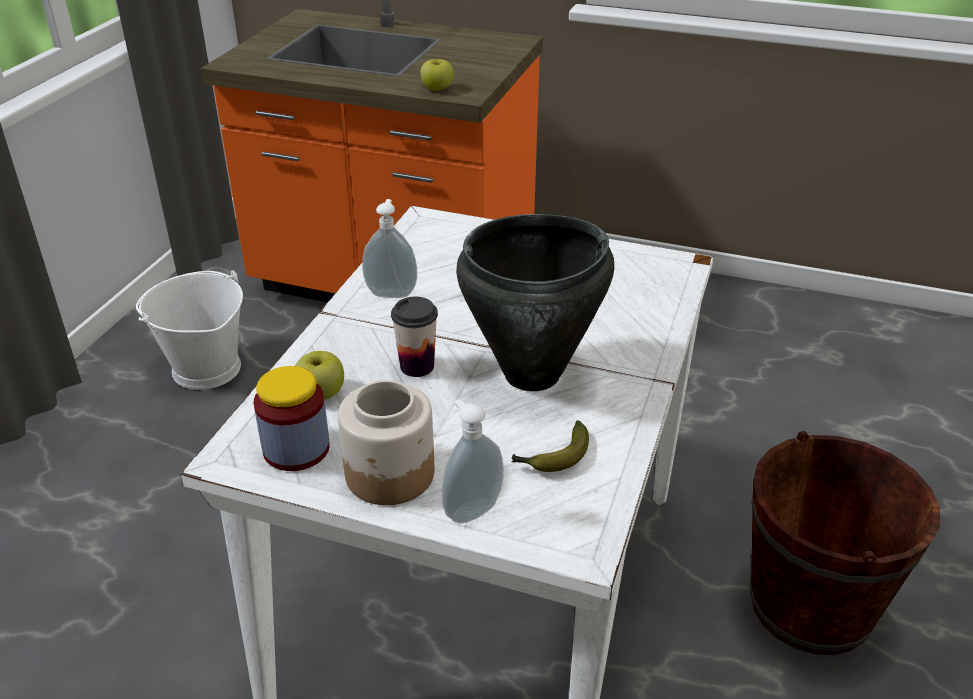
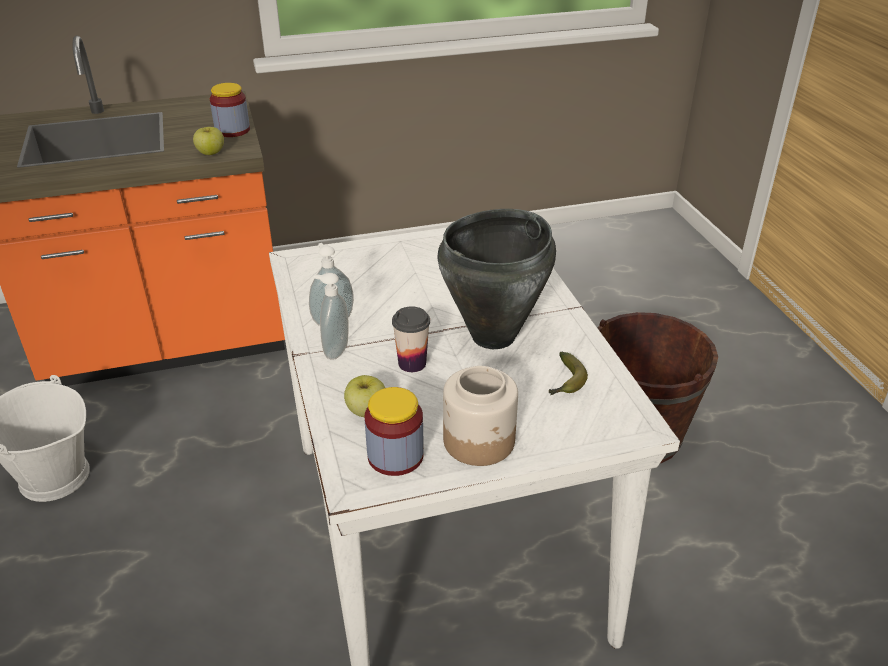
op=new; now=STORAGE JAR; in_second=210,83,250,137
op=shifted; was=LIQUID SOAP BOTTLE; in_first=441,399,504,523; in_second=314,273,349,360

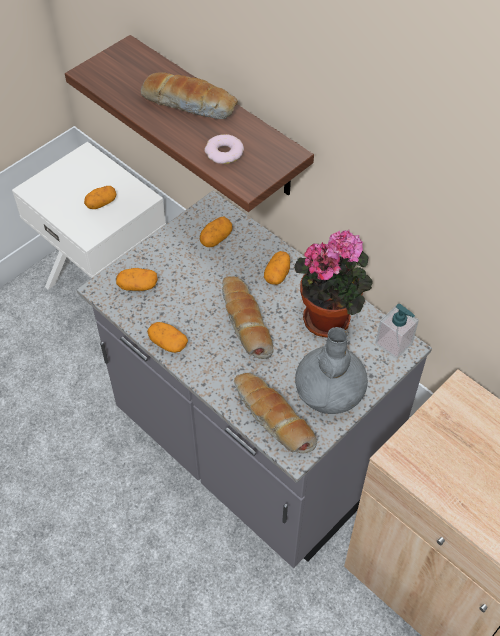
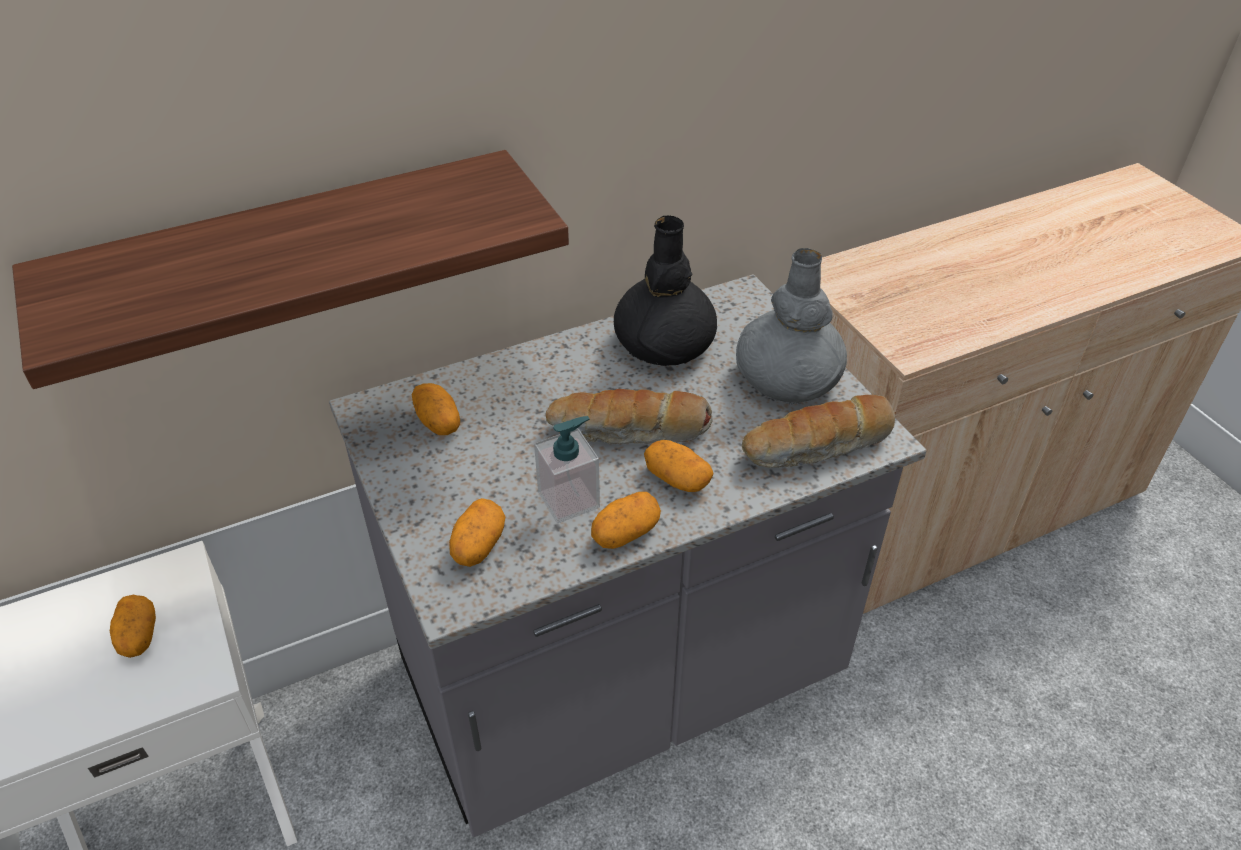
op=shifted; was=LIQUID SOAP BOTTLE; in_first=375,304,419,359; in_second=534,416,600,524
op=swapped; was=HOUSEPLANT; now=BLACK-COLOURED FLOWER VASE; in_first=294,230,373,338; in_second=614,215,717,366
op=shifted; was=WHOLE POTATO; in_first=264,251,290,285; in_second=644,440,713,492
op=gone; was=BAKERY BREAD; in_first=141,72,238,119
op=gone; was=RING DOUGHNUT; in_first=204,134,244,164

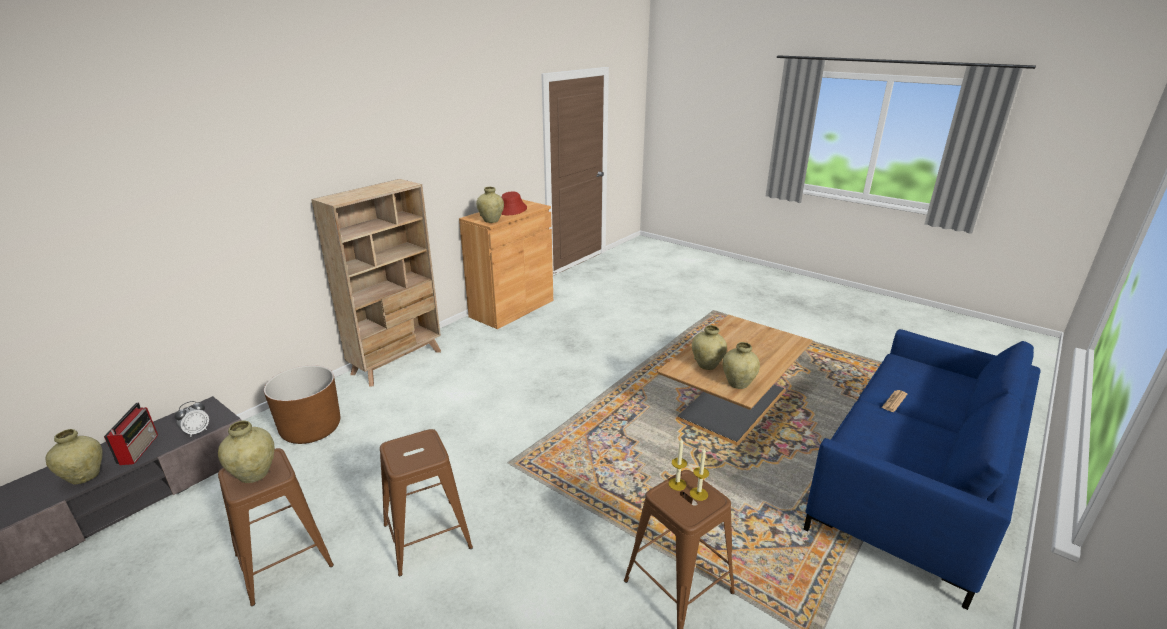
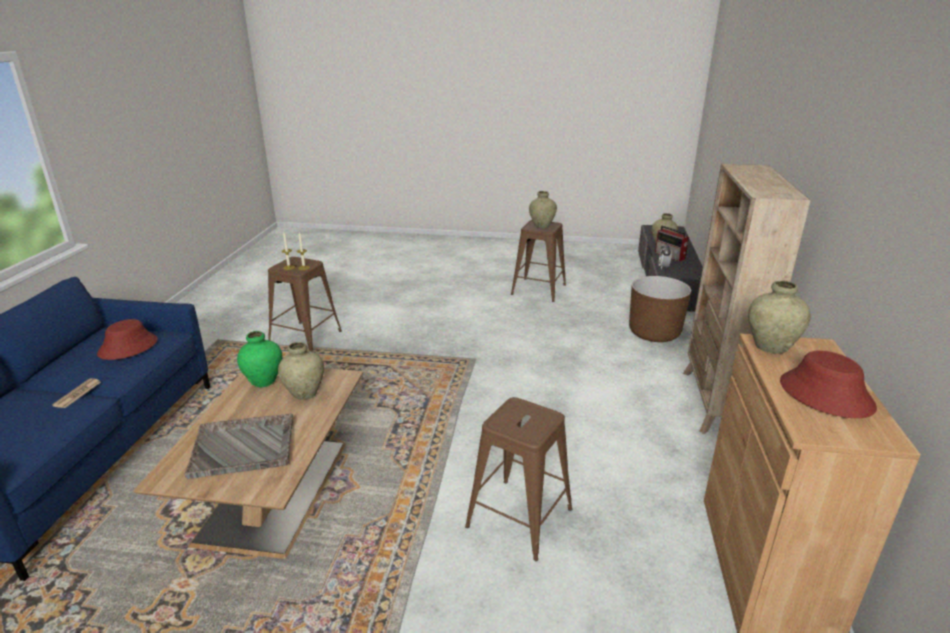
op=new; now=RED HAT; in_second=97,319,158,360
op=new; now=GREYISH SERVING TRAY; in_second=185,413,293,479
op=repainted; was=BEIGE FLOWER VASE; now=GREENISH FLOWER VASE; in_first=722,342,760,389; in_second=237,331,282,387
op=shifted; was=BROWNISH SITTING STOOL; in_first=380,429,473,577; in_second=465,397,572,561

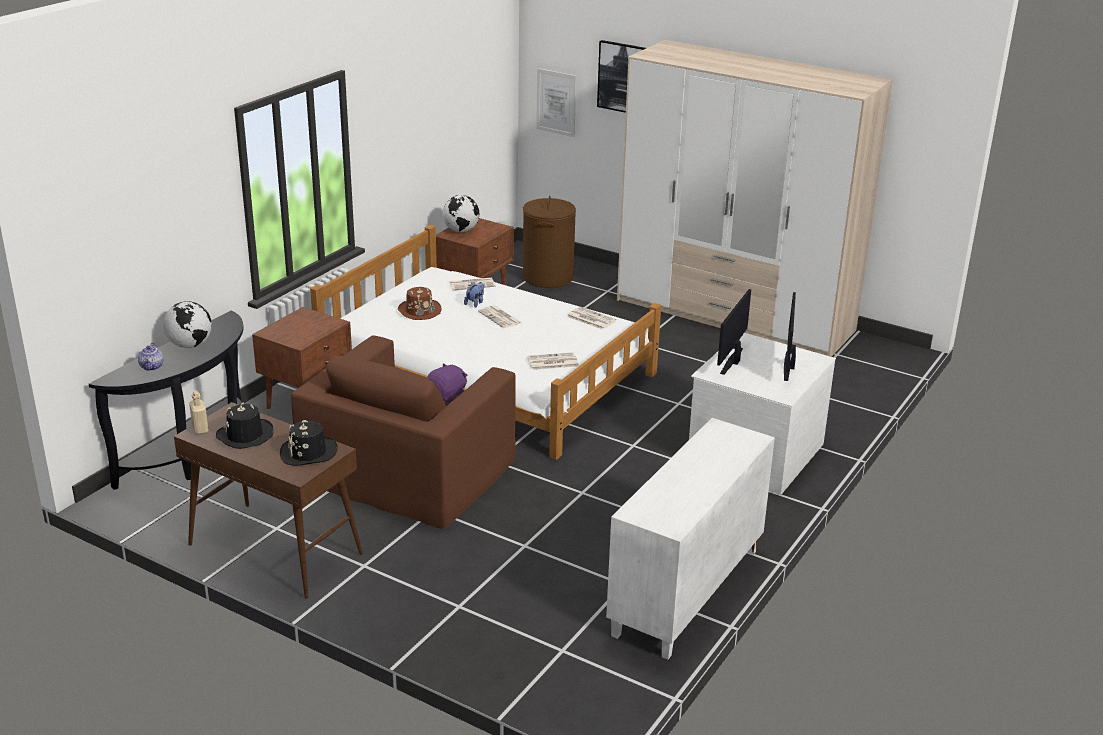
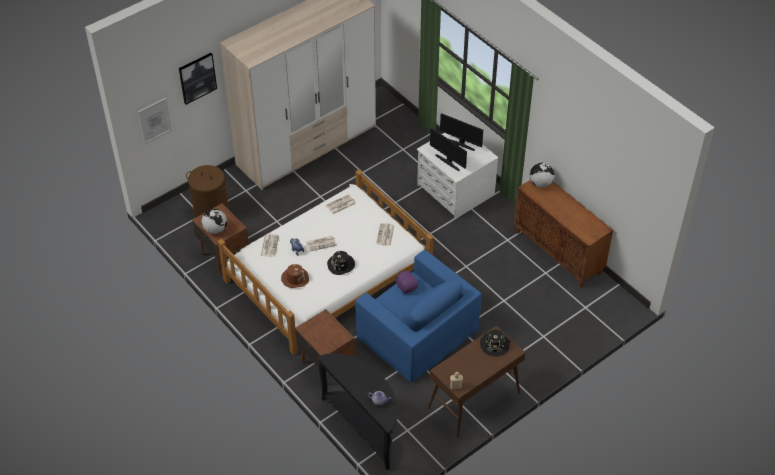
op=shifted; was=BLACK-COLOURED HAT; in_first=216,402,274,449; in_second=327,251,355,275
op=repainted; was=BROWNISH EASY CHAIR; now=BLUE EASY CHAIR; in_first=291,335,516,529; in_second=356,250,482,382
op=repainted; was=WHITE CABINET; now=BROWNISH CABINET; in_first=606,418,775,660; in_second=514,180,613,288
op=shifted; was=DESK GLOBE; in_first=163,301,212,348; in_second=530,163,555,188

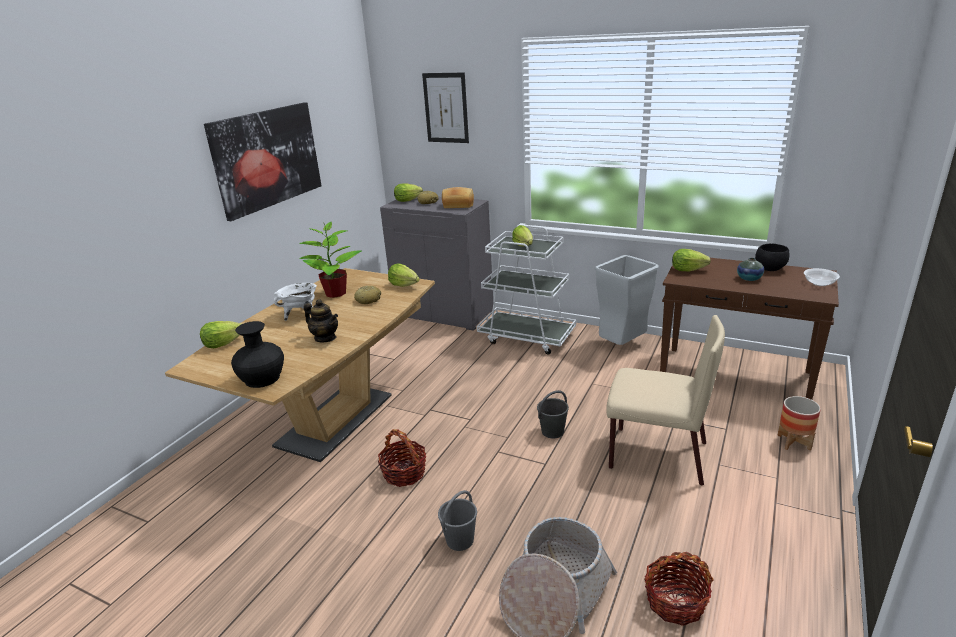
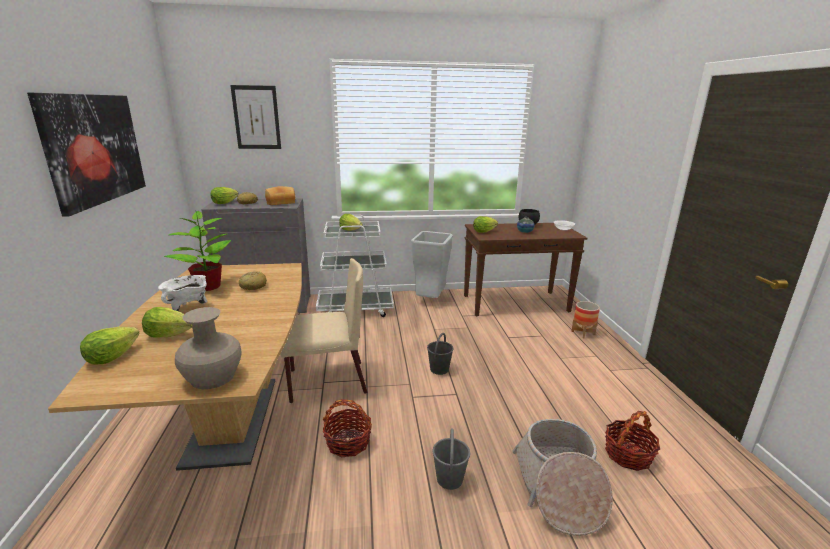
op=shifted; was=LETTUCE HEAD; in_first=388,263,420,287; in_second=142,307,192,338
op=repainted; was=BLACK-COLOURED FLOWER VASE; now=BEIGE FLOWER VASE; in_first=231,321,284,388; in_second=175,307,242,389
op=shifted; was=BEIGE CHAIR; in_first=606,315,725,486; in_second=280,258,368,403
op=gone; was=POT FOR TEA; in_first=304,299,338,343

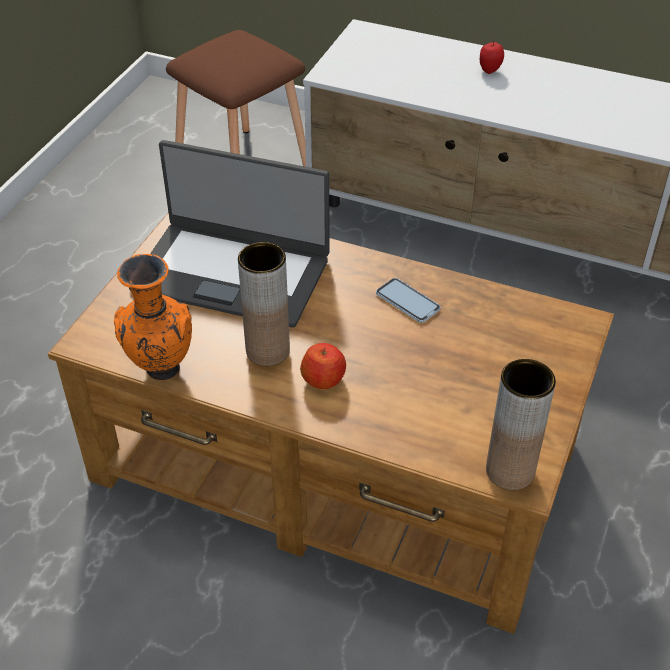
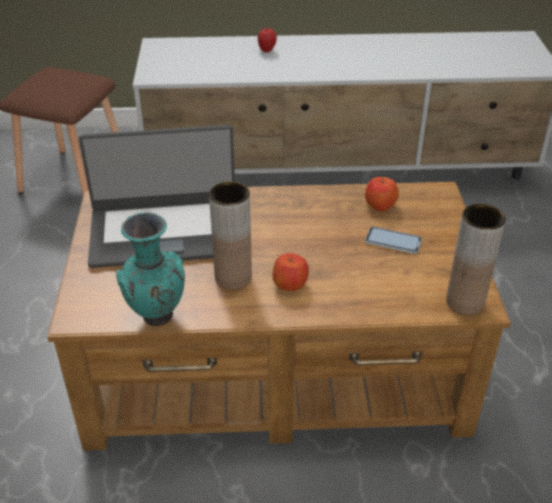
op=repainted; was=ORANGE-COLOURED FLOWER VASE; now=BLUE-GREEN FLOWER VASE; in_first=114,254,192,380; in_second=115,212,185,326
op=new; now=APPLE; in_second=365,177,399,211
op=shifted; was=TELEPHONE; in_first=376,278,440,323; in_second=365,227,422,254

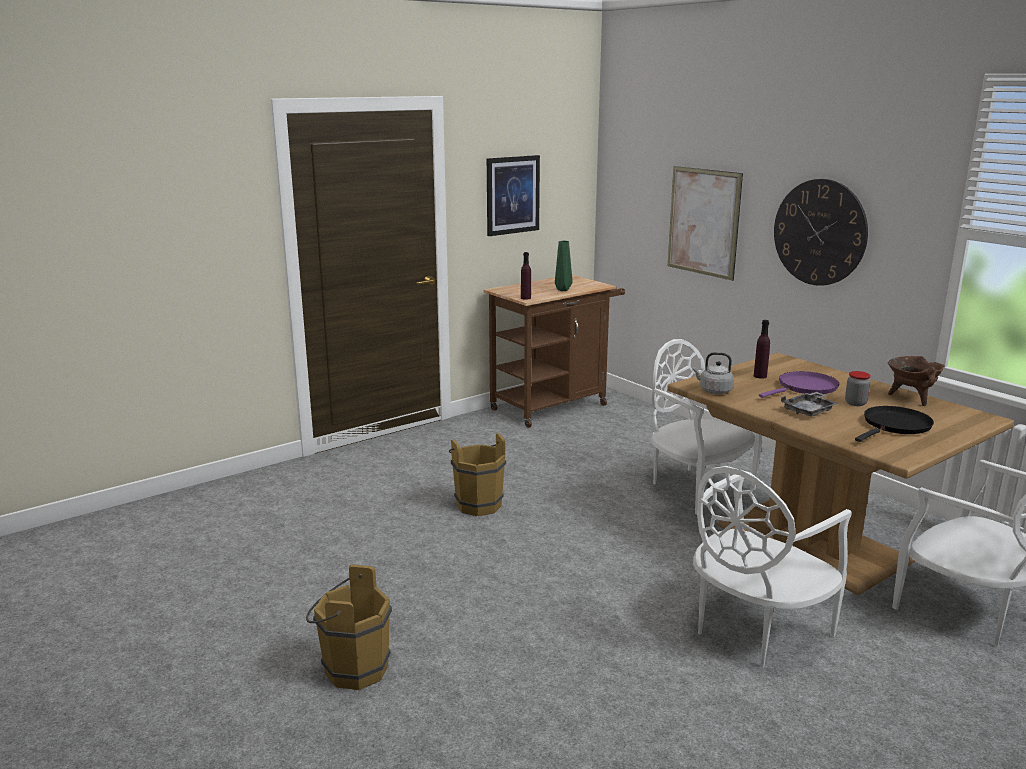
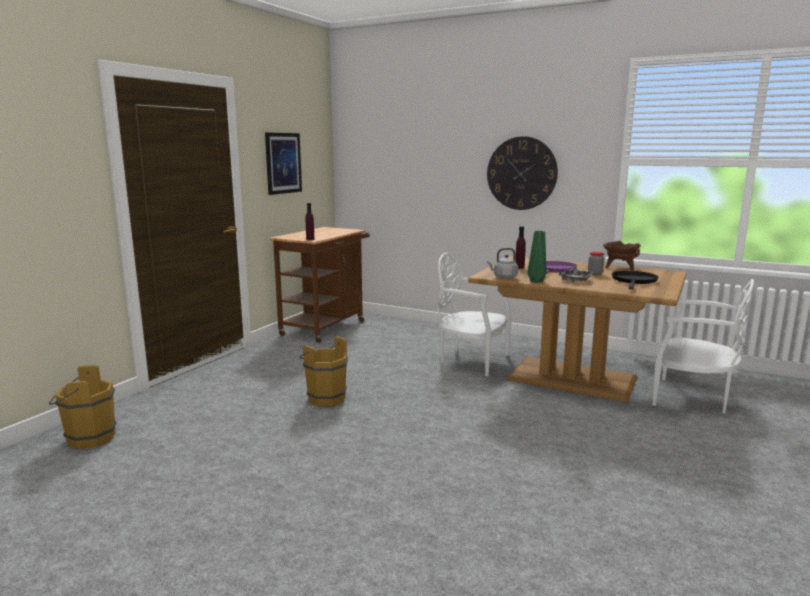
op=shifted; was=BROWNISH PAIL; in_first=306,564,392,690; in_second=49,365,116,449
op=shifted; was=GREENISH FLOWER VASE; in_first=555,241,573,291; in_second=527,231,546,283
op=gone; was=WALL ART; in_first=668,166,743,281
op=gone; was=WHITE CHAIR; in_first=693,466,852,667

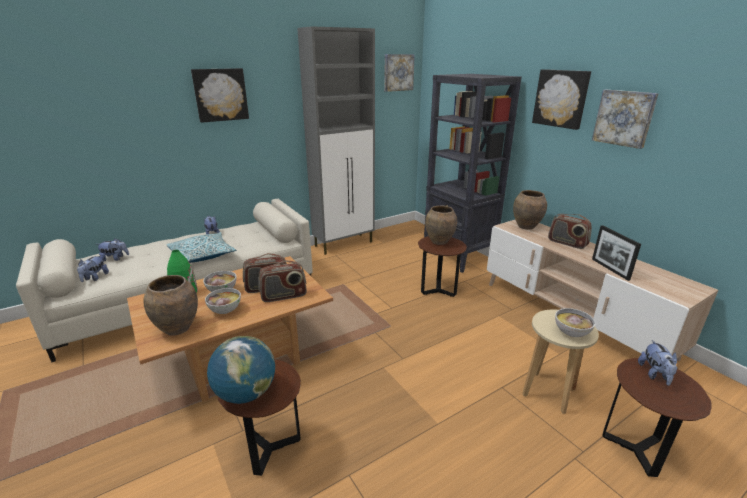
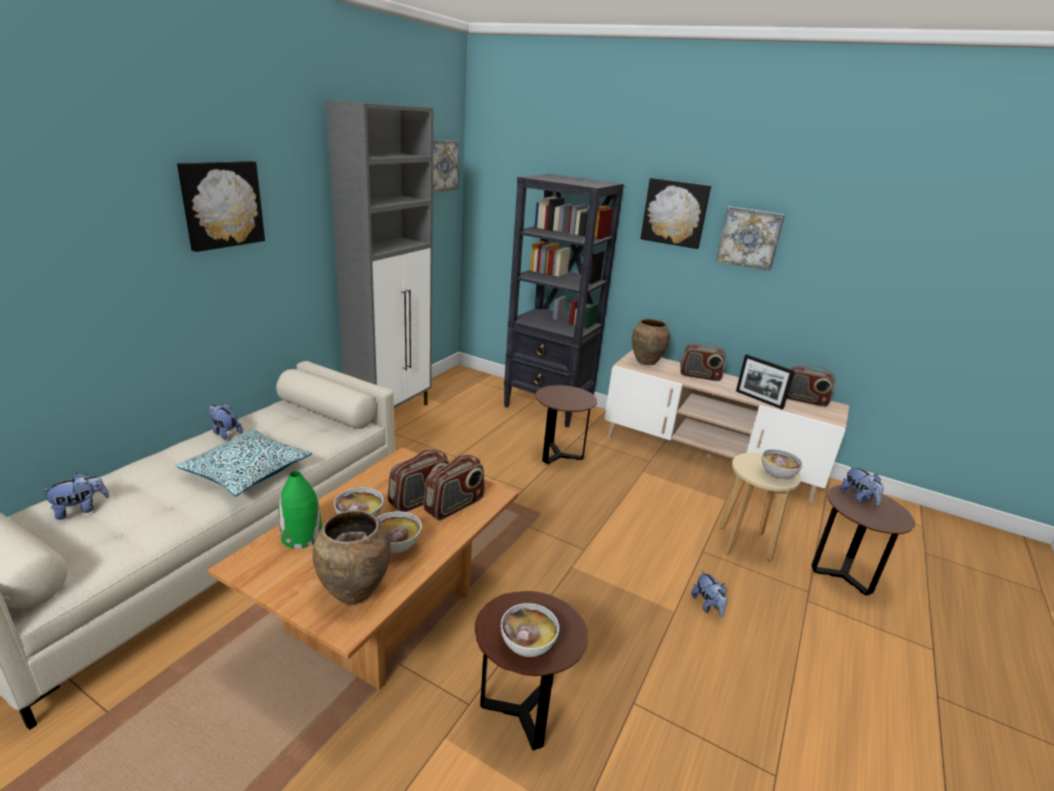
op=swapped; was=DESK GLOBE; now=BOWL; in_first=207,336,275,404; in_second=501,603,559,657
op=shifted; was=SOFT TOY; in_first=77,255,109,282; in_second=691,570,728,618
op=new; now=RADIO; in_second=787,366,835,407
op=gone; was=BROWNISH FLOWER VASE; in_first=425,206,457,245

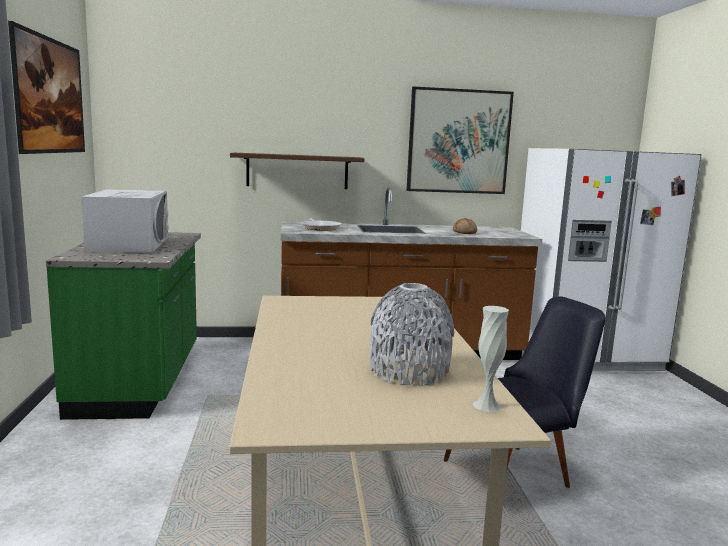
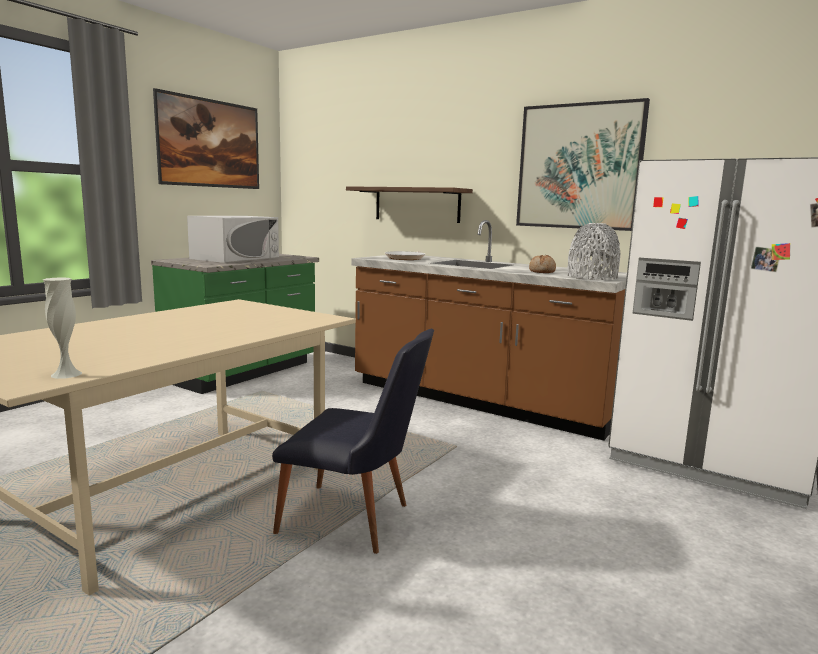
op=shifted; was=GREYISH FLOWER VASE; in_first=370,283,454,386; in_second=568,223,620,280

